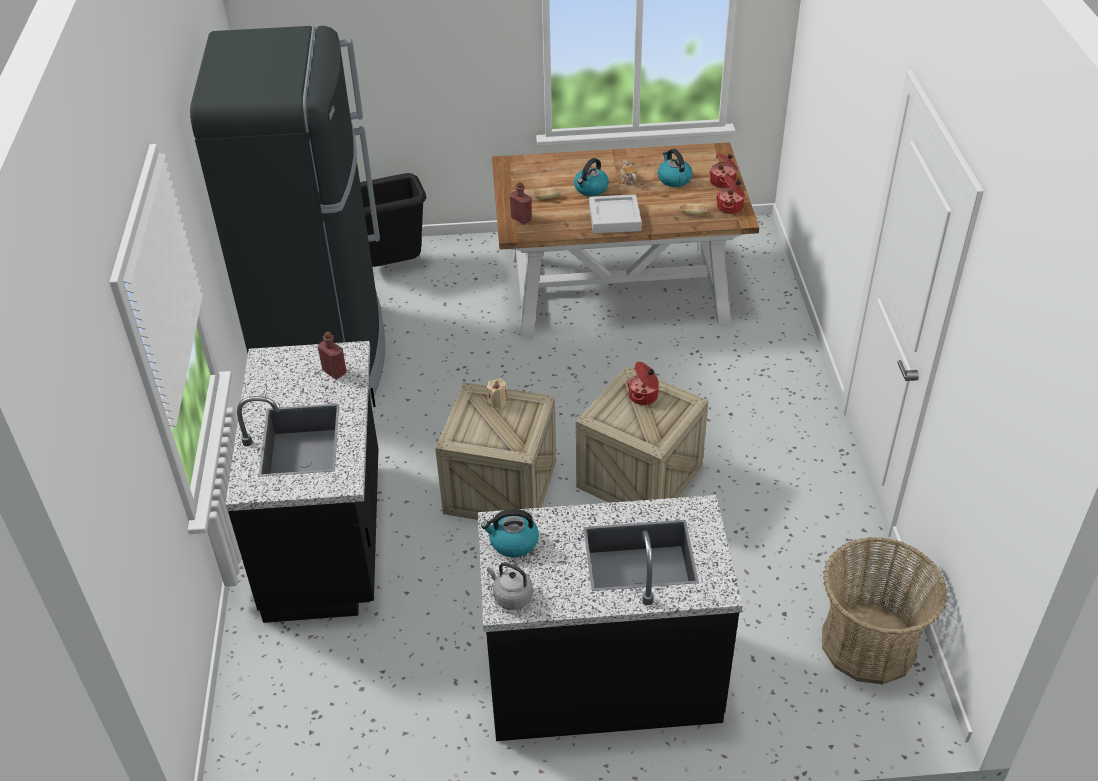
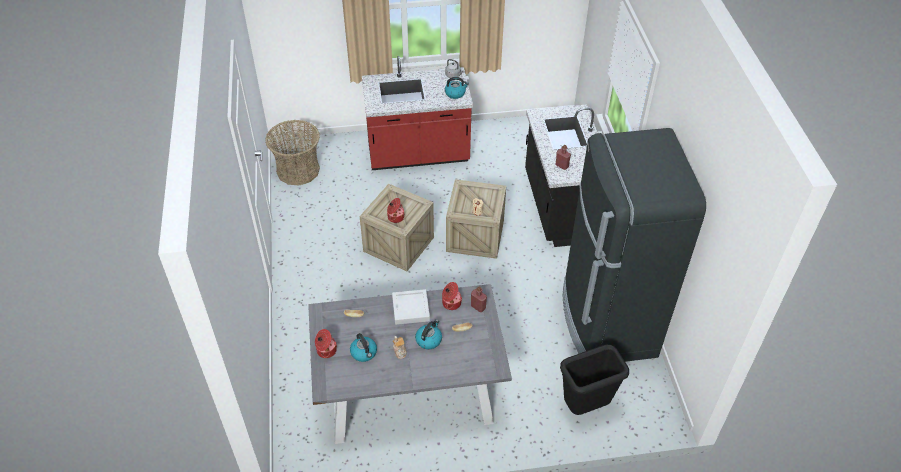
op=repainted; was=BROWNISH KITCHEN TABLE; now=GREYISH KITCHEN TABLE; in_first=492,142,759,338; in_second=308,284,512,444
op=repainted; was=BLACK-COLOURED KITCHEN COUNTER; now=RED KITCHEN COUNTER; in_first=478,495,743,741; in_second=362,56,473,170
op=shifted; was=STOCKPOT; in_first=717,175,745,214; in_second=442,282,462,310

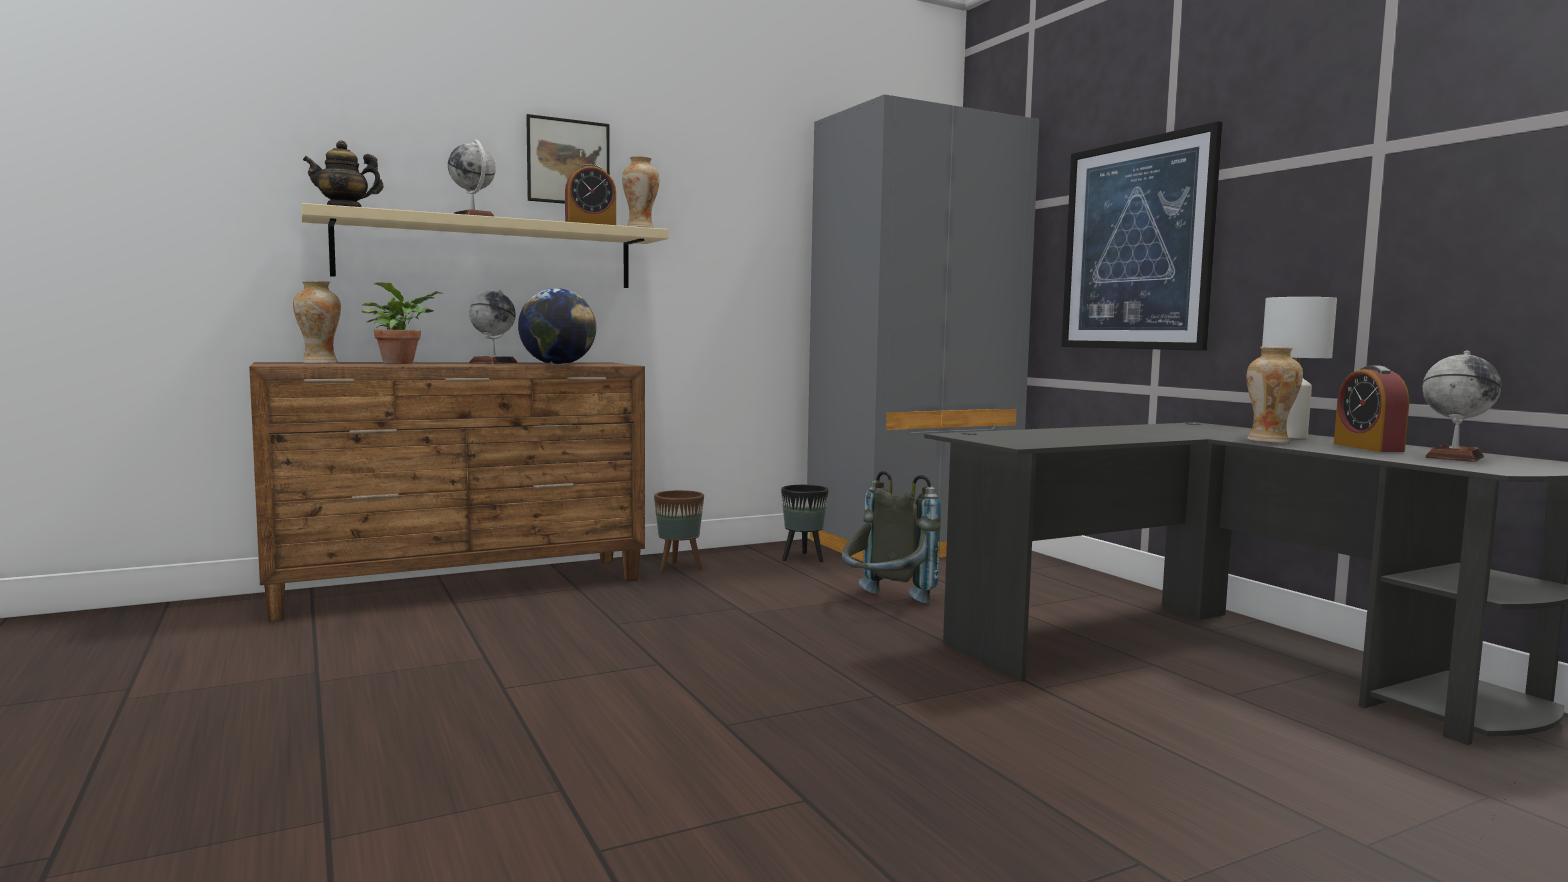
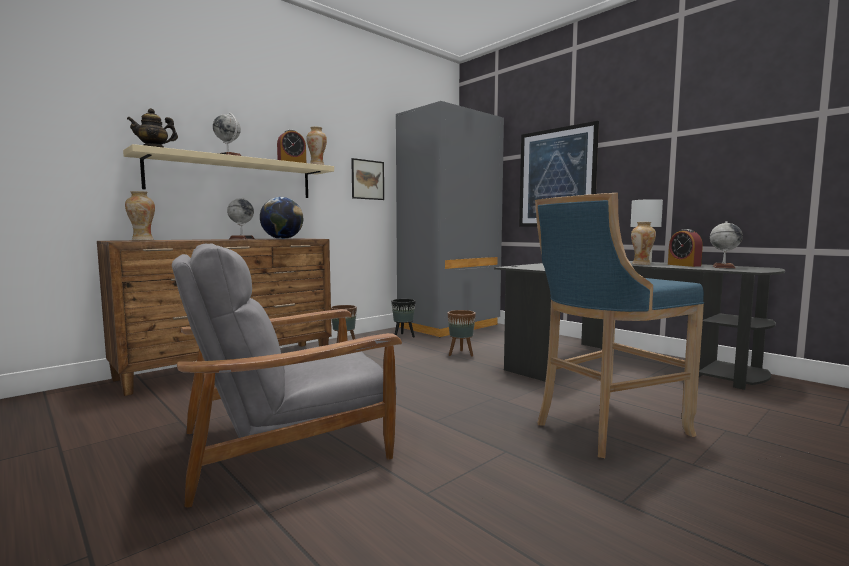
op=new; now=GREYISH EASY CHAIR; in_second=172,244,402,507
op=shifted; was=WALL ART; in_first=526,114,610,204; in_second=351,158,384,200
op=swapped; was=GREYISH BACKPACK; now=BROWNISH FLOWER POT; in_first=842,471,941,603; in_second=447,310,476,357
op=new; now=BLUE SITTING STOOL; in_second=535,193,704,458
op=gone; was=HOUSEPLANT; in_first=361,282,443,364

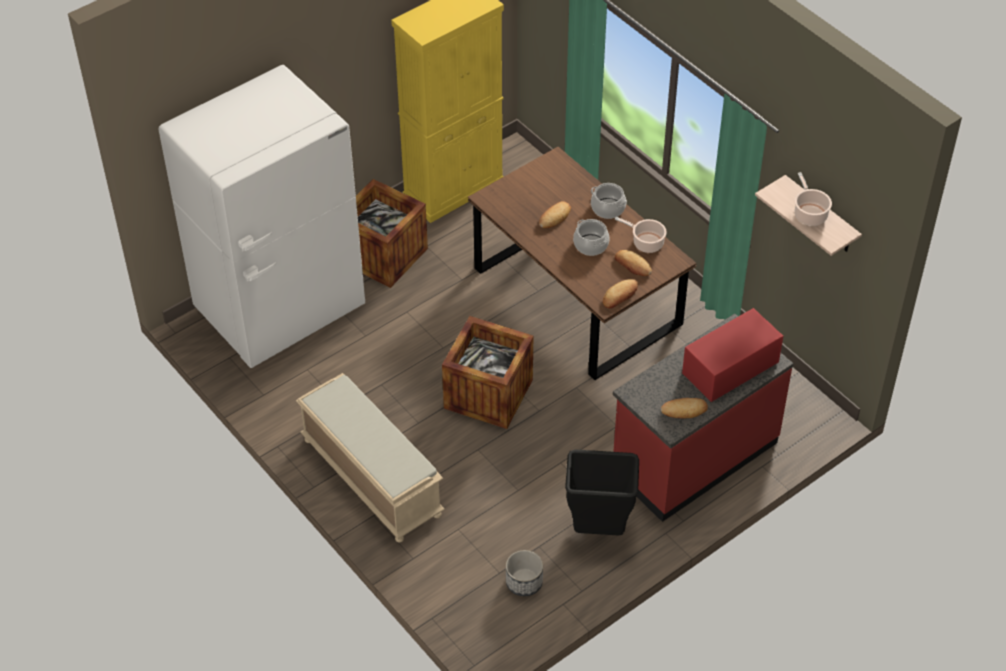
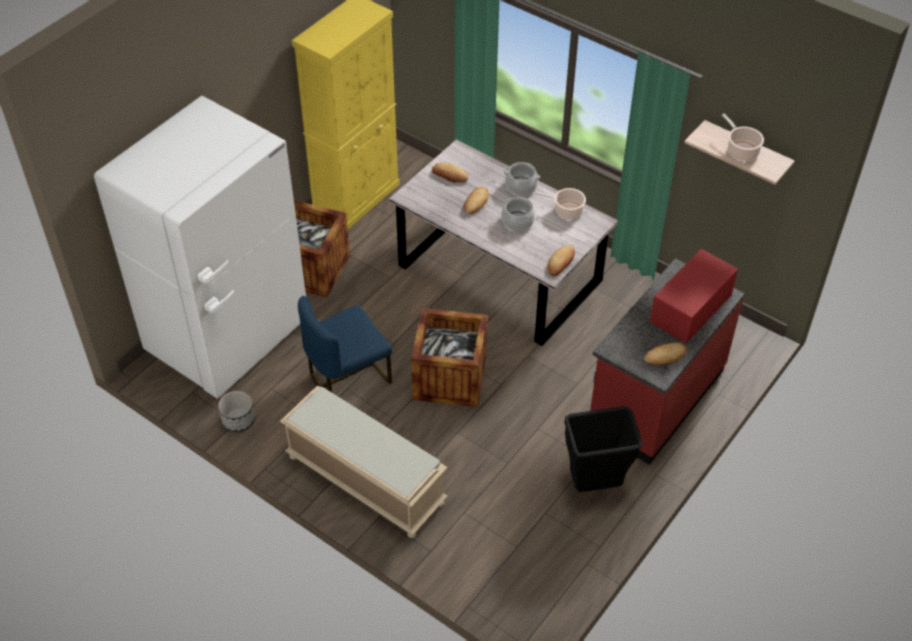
op=shifted; was=FLOWER POT; in_first=506,550,543,596; in_second=218,391,255,432
op=new; now=BLUE CHAIR; in_second=298,296,392,392
op=repainted; was=BROWNISH KITCHEN TABLE; now=GREYISH KITCHEN TABLE; in_first=468,147,696,380; in_second=389,140,618,346
op=shifted; was=BAKERY BREAD; in_first=615,250,652,276; in_second=432,163,469,182

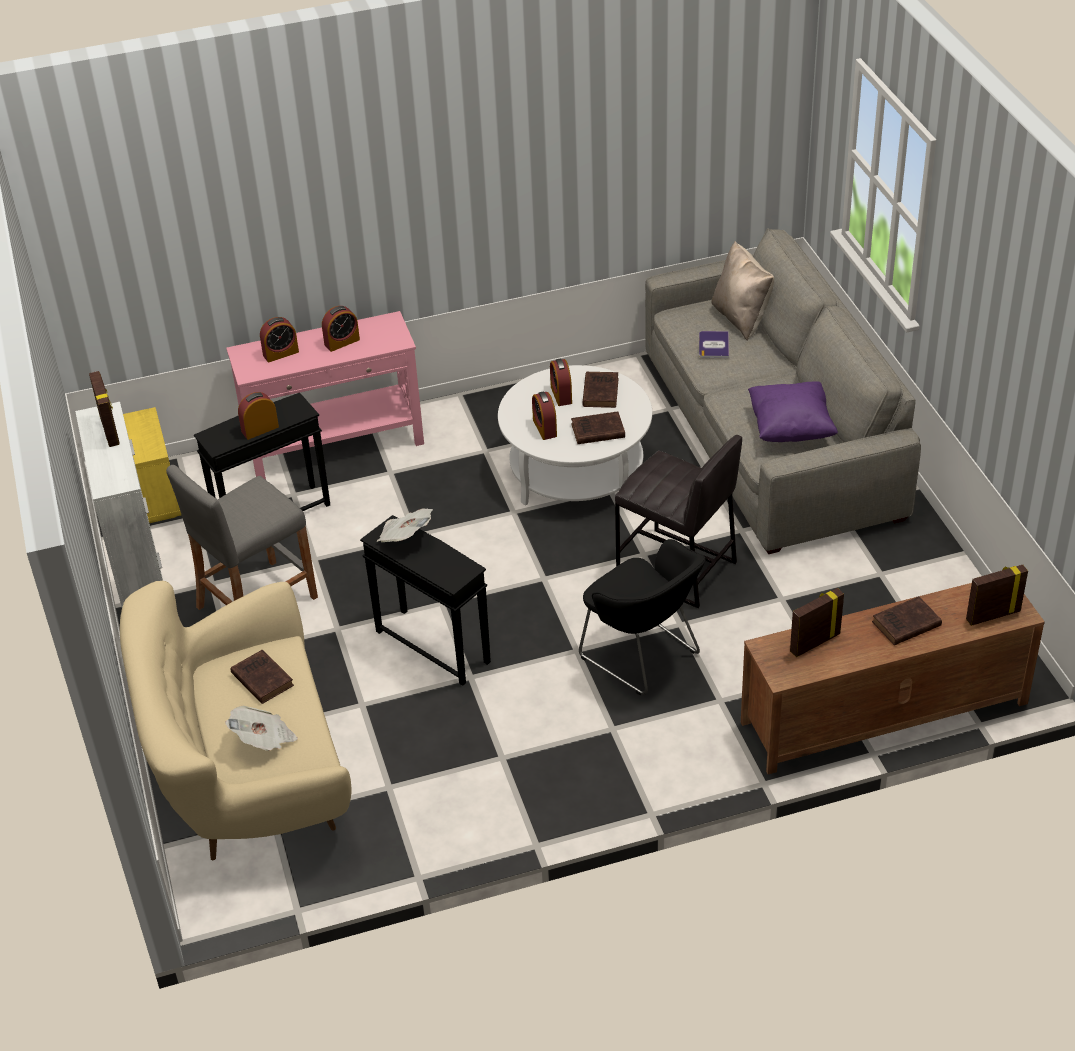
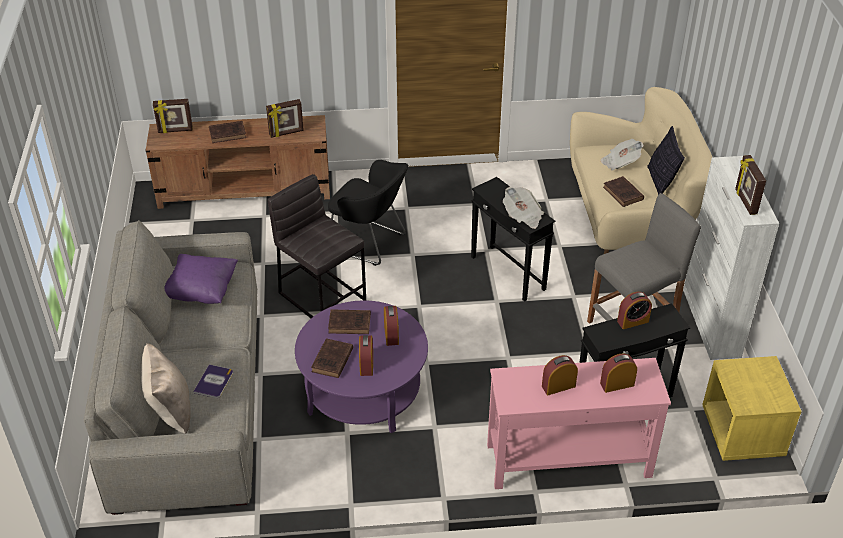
op=repainted; was=WHITE LOW TABLE; now=PURPLE LOW TABLE; in_first=498,365,652,506; in_second=295,300,428,433
op=rotated; was=BLACK-COLOURED EASY CHAIR; in_first=579,539,706,695; in_second=328,160,408,266; clockwise=150
op=new; now=CUSHION; in_second=647,126,685,194

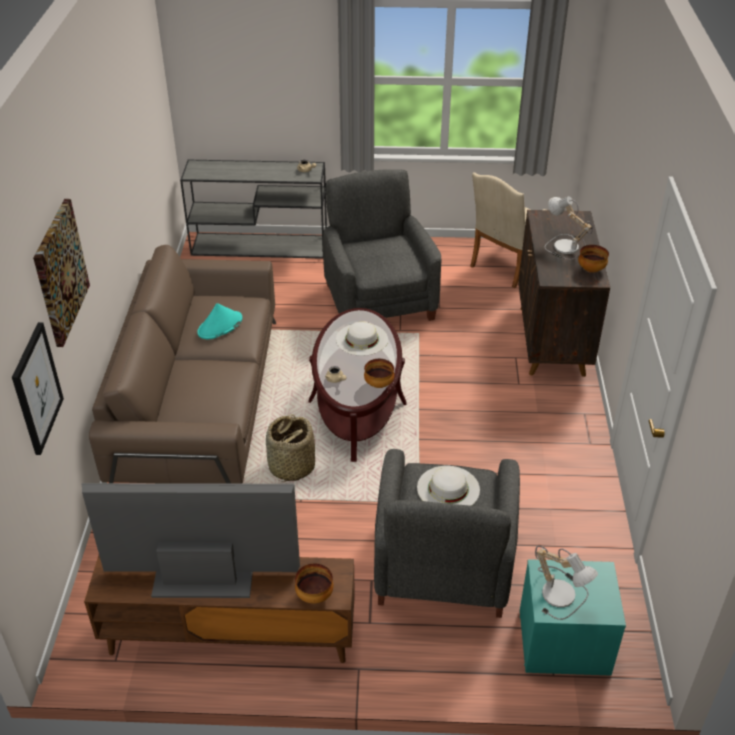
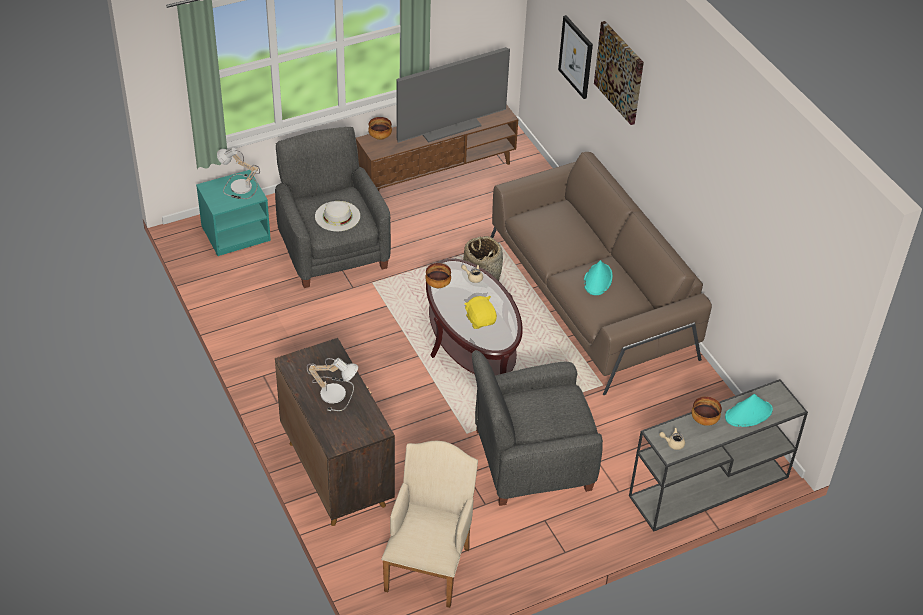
op=swapped; was=WHITE HAT; now=YELLOW-COLOURED SOFT TOY; in_first=336,322,388,356; in_second=464,296,497,329
op=rotated; was=GREYISH EASY CHAIR; in_first=323,169,442,321; in_second=472,350,603,506; clockwise=120
op=shifted; was=BOWL; in_first=578,245,609,272; in_second=691,396,722,426
op=new; now=BLUE-GREEN HAT; in_second=725,394,773,427

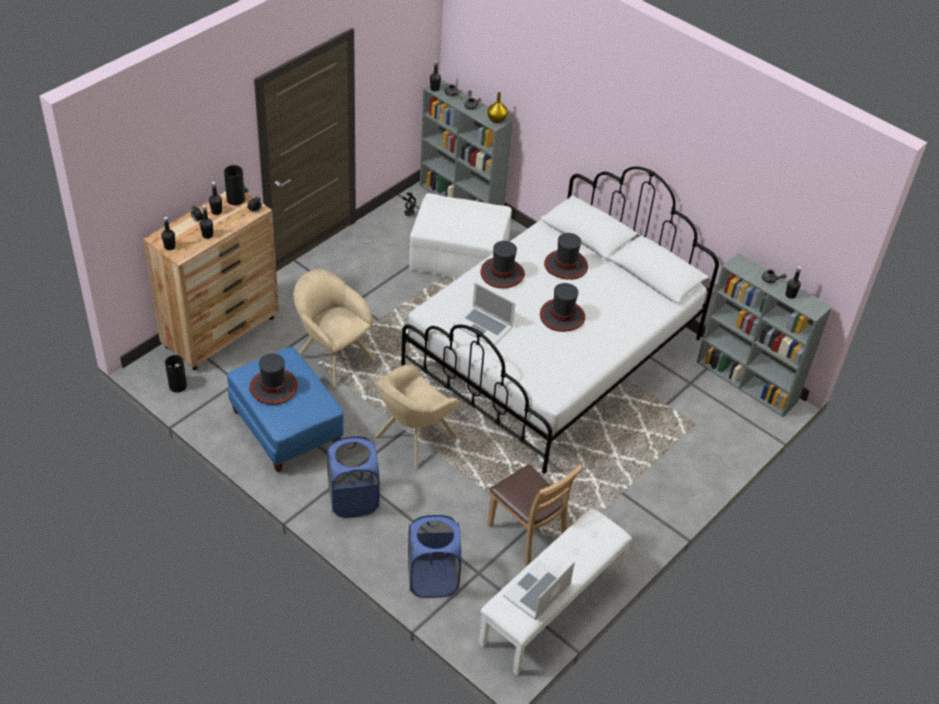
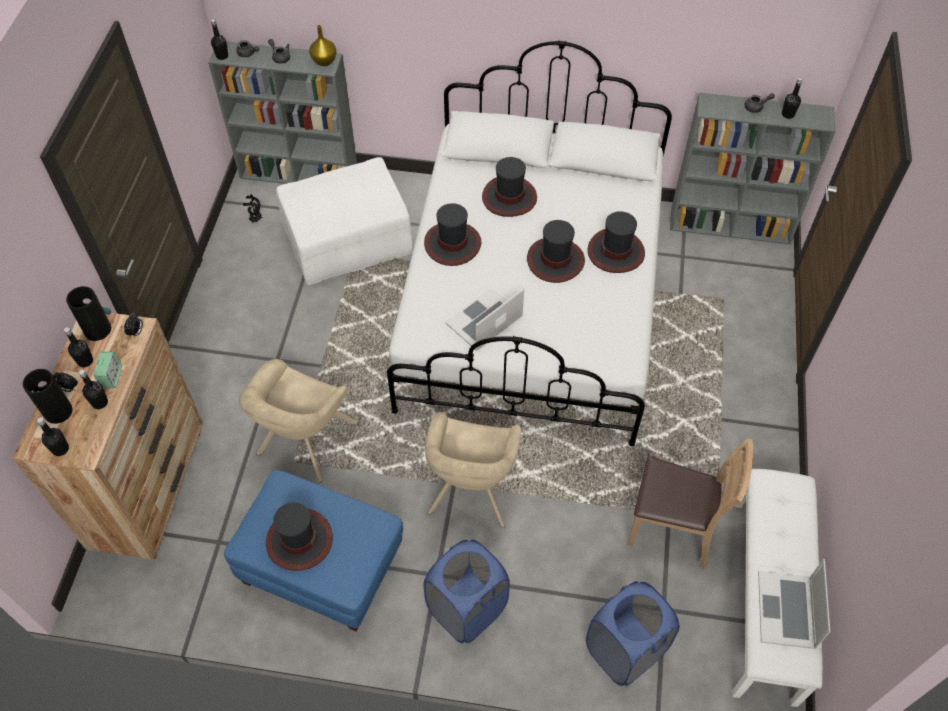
op=shifted; was=FLOWER VASE; in_first=165,355,187,393; in_second=23,369,73,424
op=new; now=BEDSIDE CLOCK; in_second=94,352,122,388
op=rotated; was=BEIGE EASY CHAIR; in_first=294,269,375,389; in_second=239,359,357,483; clockwise=-75
op=rotated; was=NOTEBOOK COMPUTER; in_first=453,282,516,345; in_second=445,288,524,351; clockwise=135
op=new; now=HAT; in_second=587,211,645,273

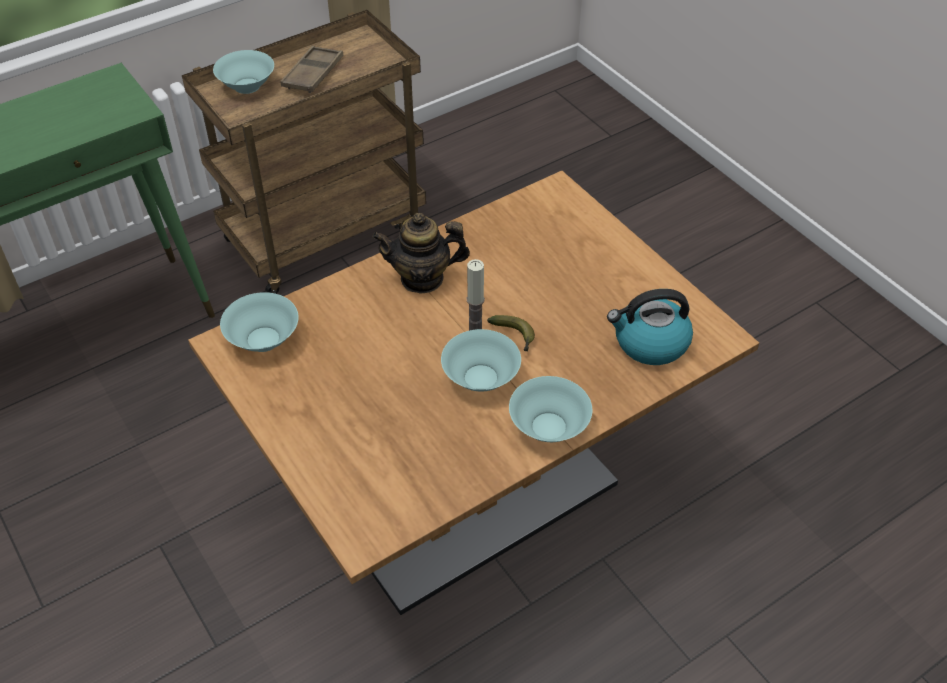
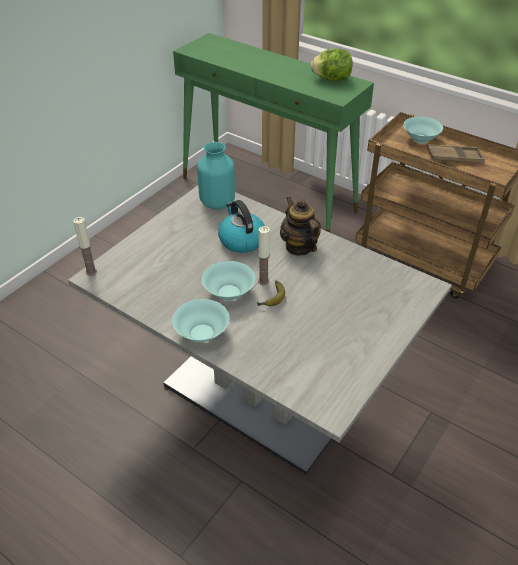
op=repainted; was=BROWNISH KITCHEN TABLE; now=GREYISH KITCHEN TABLE; in_first=188,170,759,615; in_second=68,185,452,475
op=new; now=WAX CANDLE; in_second=73,217,97,276
op=swapped; was=BLUE-GREEN BOWL; now=BLUE-GREEN FLOWER VASE; in_first=220,292,298,352; in_second=197,142,235,209
op=shifted; was=WATER KETTLE; in_first=607,289,693,365; in_second=218,200,265,253
op=new; now=LETTUCE HEAD; in_second=310,49,352,81

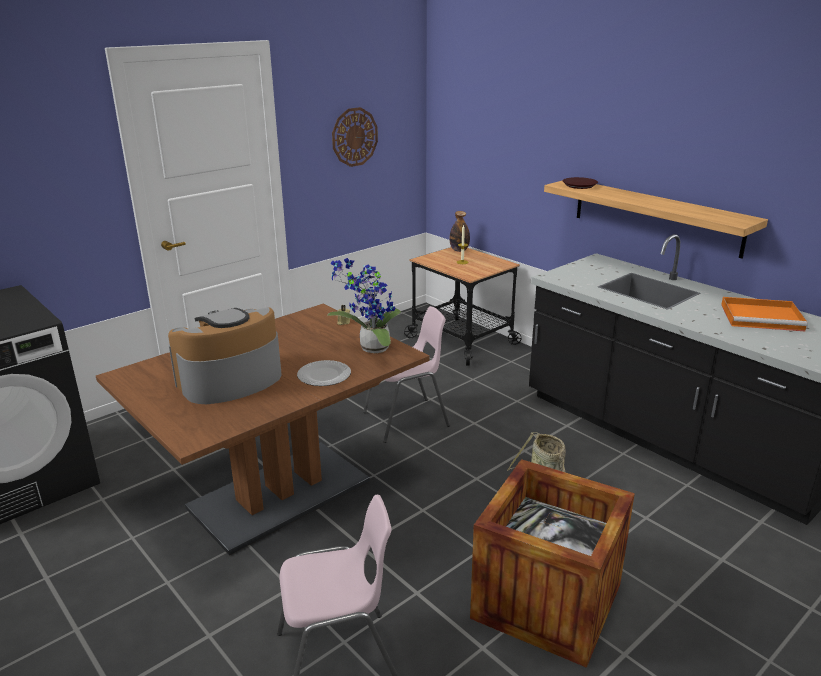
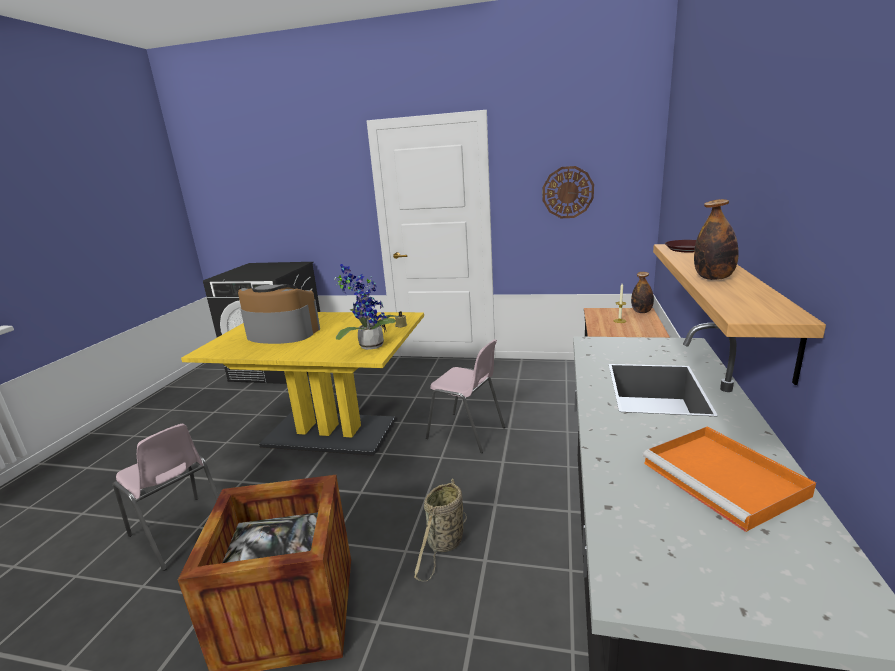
op=repainted; was=BROWNISH KITCHEN TABLE; now=YELLOW-COLOURED KITCHEN TABLE; in_first=96,304,429,555; in_second=181,312,424,456
op=new; now=BOTTLE; in_second=694,199,739,280
op=gone; was=PLATE; in_first=297,360,351,386

